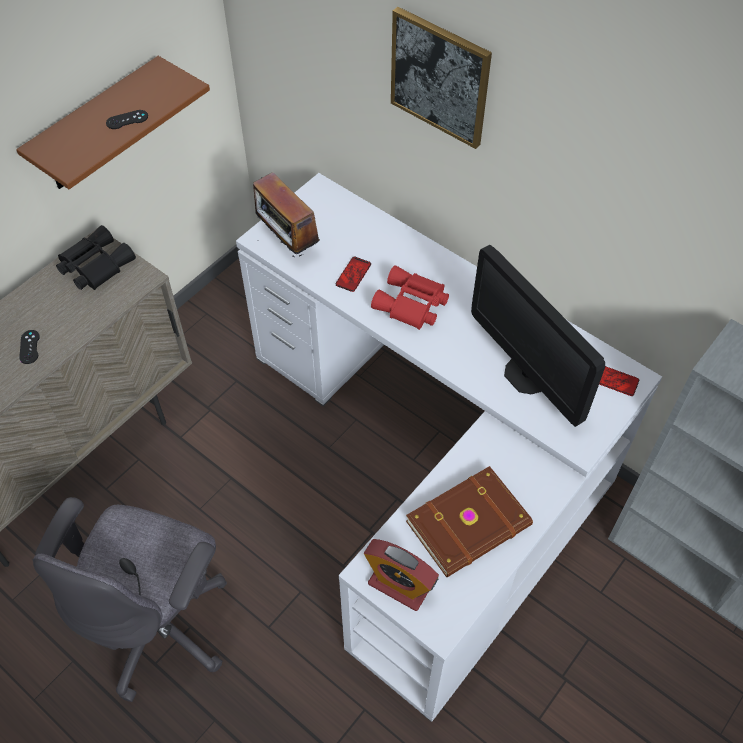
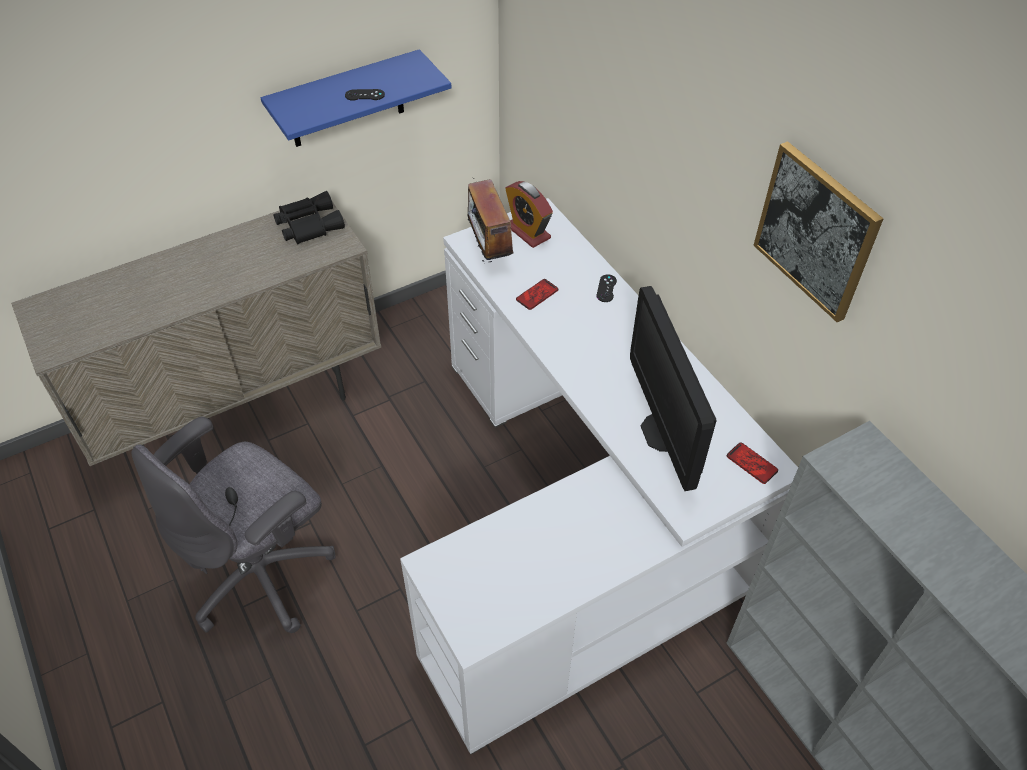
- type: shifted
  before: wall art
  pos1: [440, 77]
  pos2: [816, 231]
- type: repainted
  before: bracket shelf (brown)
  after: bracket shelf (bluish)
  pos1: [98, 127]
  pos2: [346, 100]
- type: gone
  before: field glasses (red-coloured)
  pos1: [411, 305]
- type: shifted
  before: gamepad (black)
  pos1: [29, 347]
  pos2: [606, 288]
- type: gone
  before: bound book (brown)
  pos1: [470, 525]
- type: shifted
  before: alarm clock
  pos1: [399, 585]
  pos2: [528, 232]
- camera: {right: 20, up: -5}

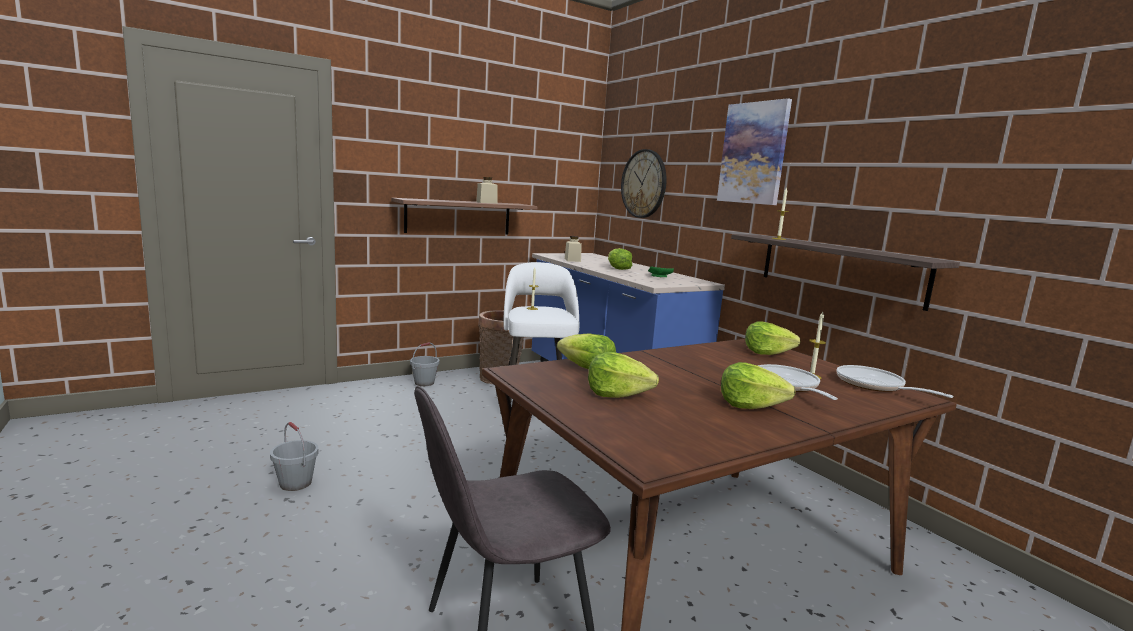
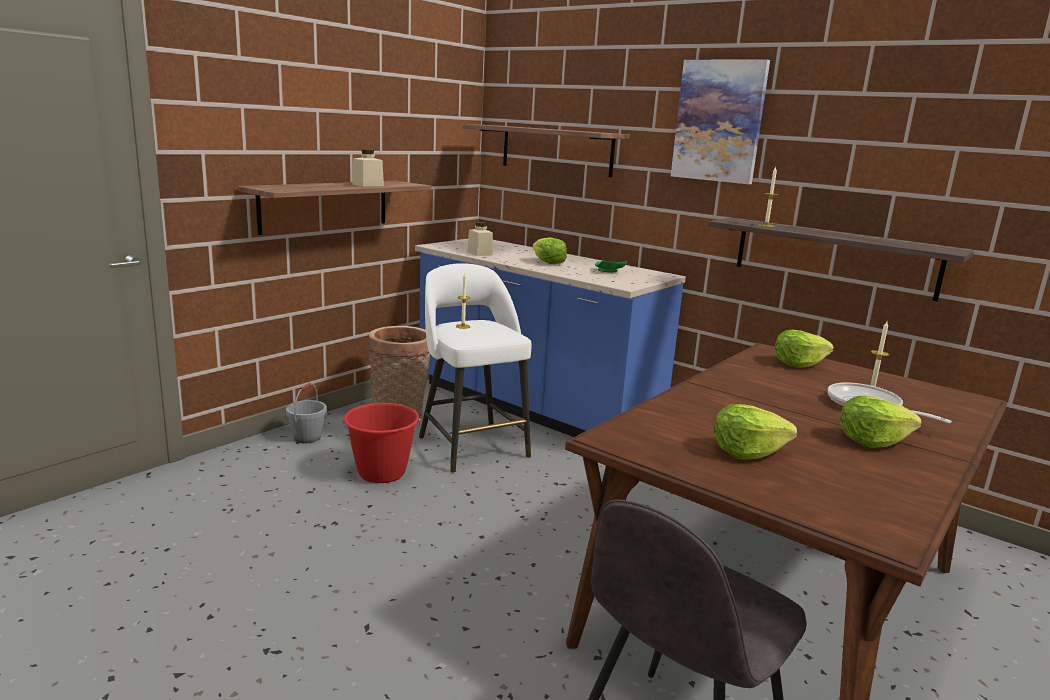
- type: swapped
  before: wall clock
  after: bracket shelf
  pos1: [644, 184]
  pos2: [556, 150]
- type: gone
  before: head of lettuce
  pos1: [587, 368]
- type: gone
  before: skillet
  pos1: [874, 386]
- type: gone
  before: pail (greyish)
  pos1: [296, 483]
- type: new
  after: pail (red-coloured)
  pos2: [381, 473]
- camera: {right: -20, up: 5}

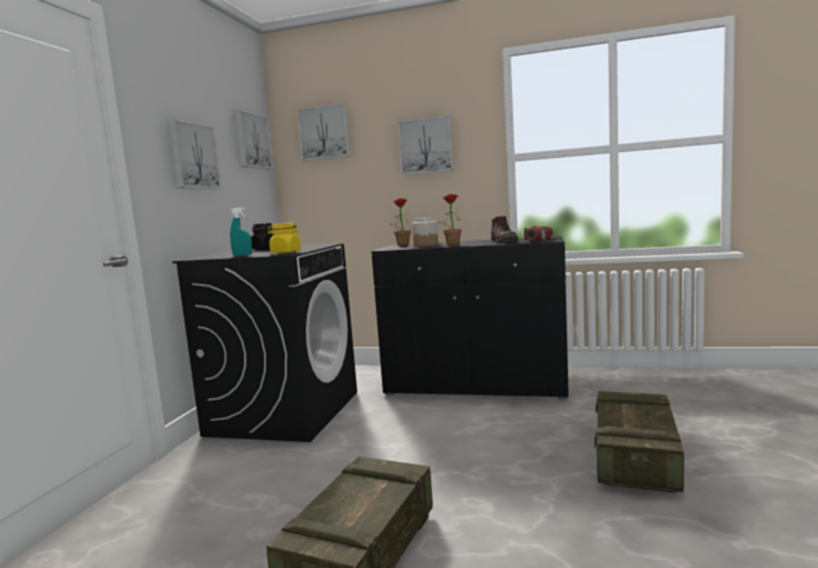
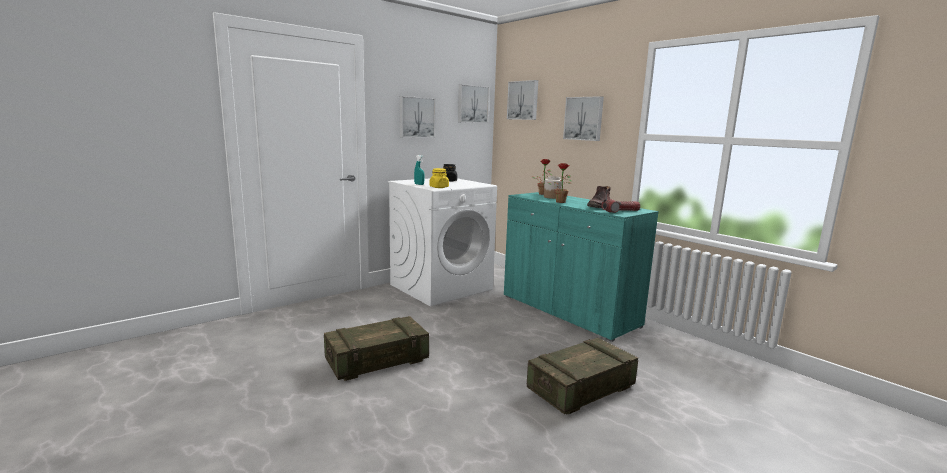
- type: repainted
  before: storage cabinet (black)
  after: storage cabinet (turquoise-coloured)
  pos1: [476, 385]
  pos2: [568, 311]
- type: repainted
  before: laundry appliance (black)
  after: laundry appliance (white-coloured)
  pos1: [285, 412]
  pos2: [441, 287]
- camera: {right: 35, up: 5}

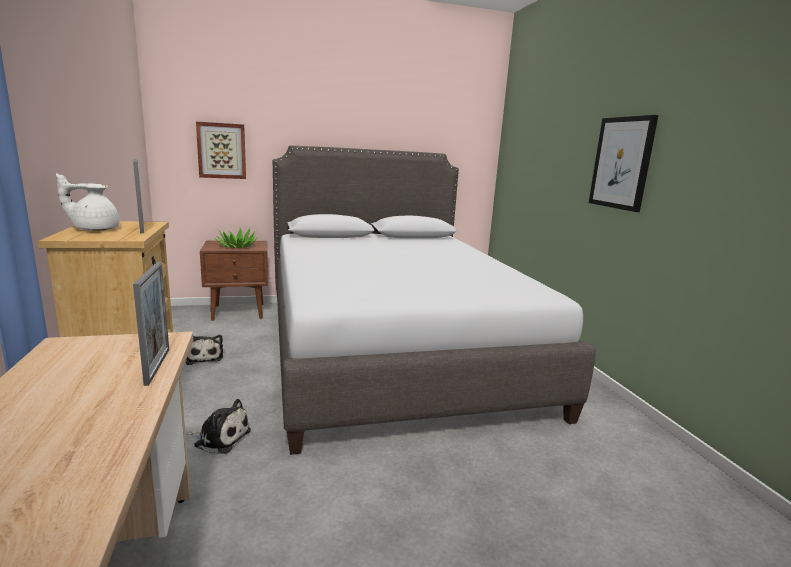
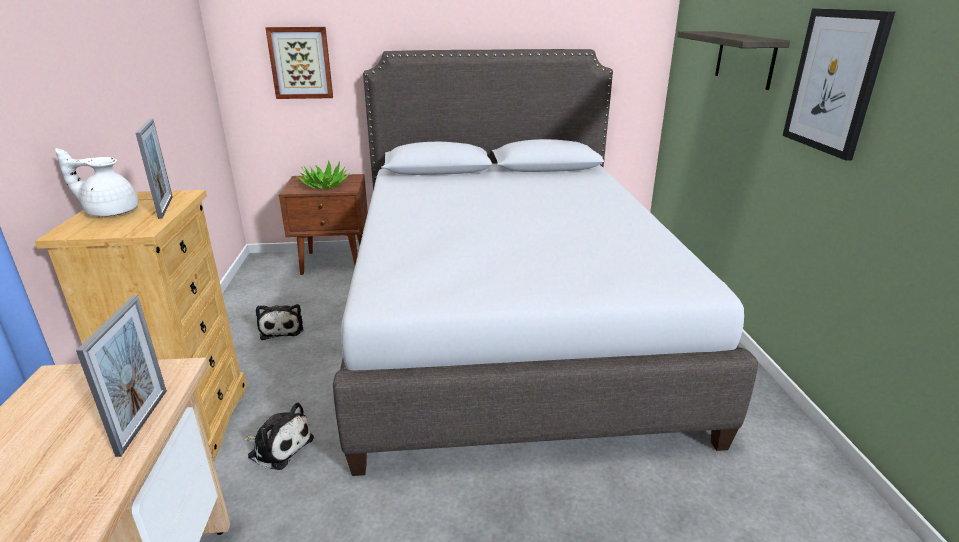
- type: new
  after: bracket shelf
  pos2: [744, 59]
- camera: {right: 10, up: 10}

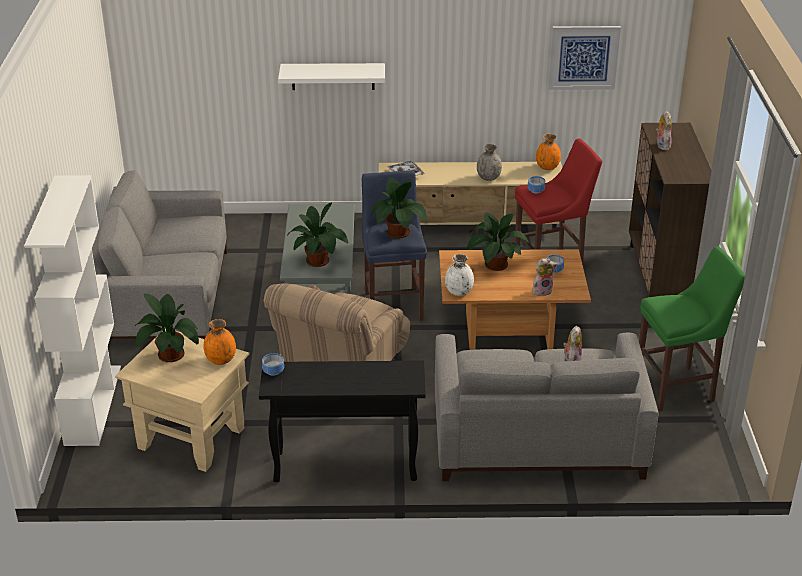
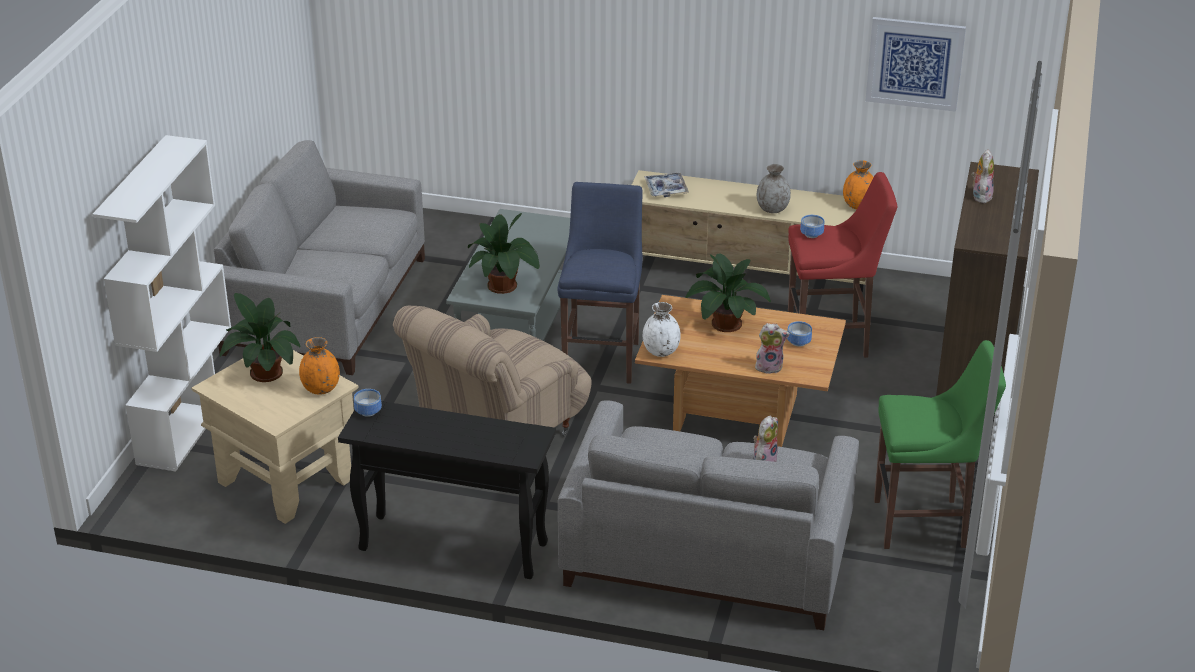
- type: gone
  before: bracket shelf (white-coloured)
  pos1: [333, 76]
- type: gone
  before: houseplant
  pos1: [398, 233]
- camera: {right: 15, up: 0}

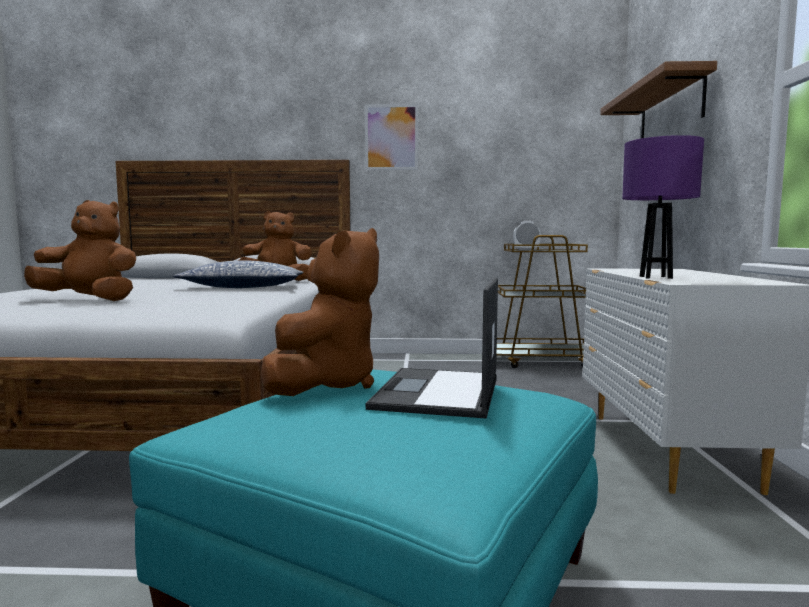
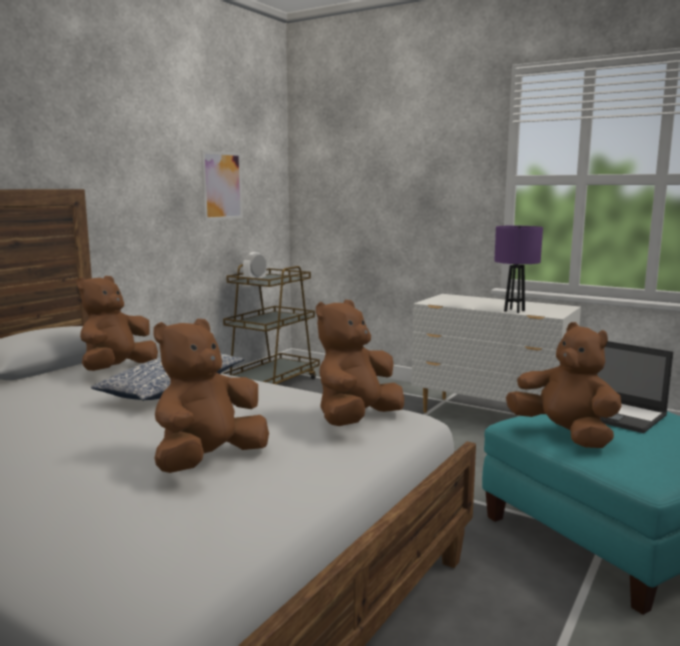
- type: gone
  before: bracket shelf
  pos1: [670, 110]
- type: shifted
  before: wall art
  pos1: [391, 137]
  pos2: [222, 185]
- type: new
  after: plush toy (brown)
  pos2: [356, 420]
- camera: {right: -60, up: 5}

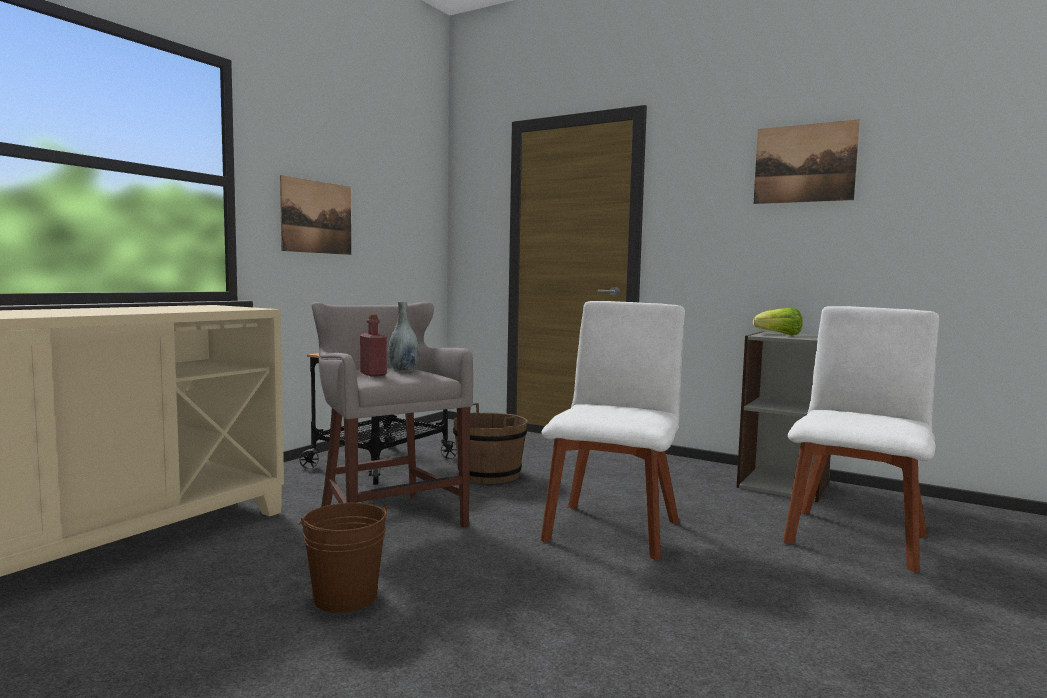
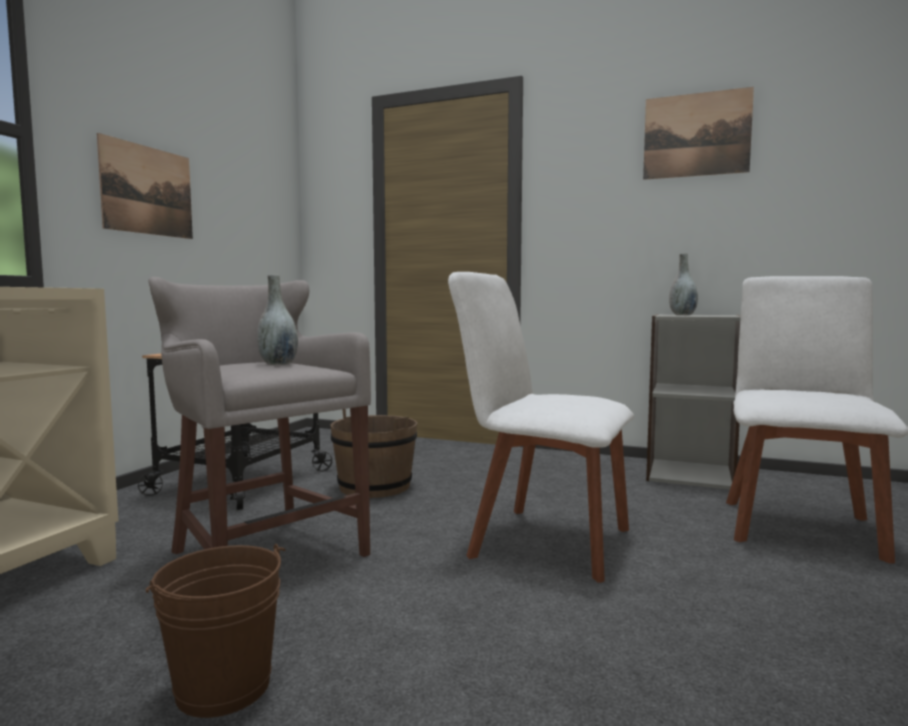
- type: rotated
  before: chair (white-coloured)
  pos1: [613, 528]
  pos2: [542, 540]
  turn: -75
- type: swapped
  before: head of lettuce
  after: vase (greyish)
  pos1: [779, 334]
  pos2: [682, 315]
- type: gone
  before: beverage bottle (red-coloured)
  pos1: [373, 374]
- camera: {right: -10, up: 0}

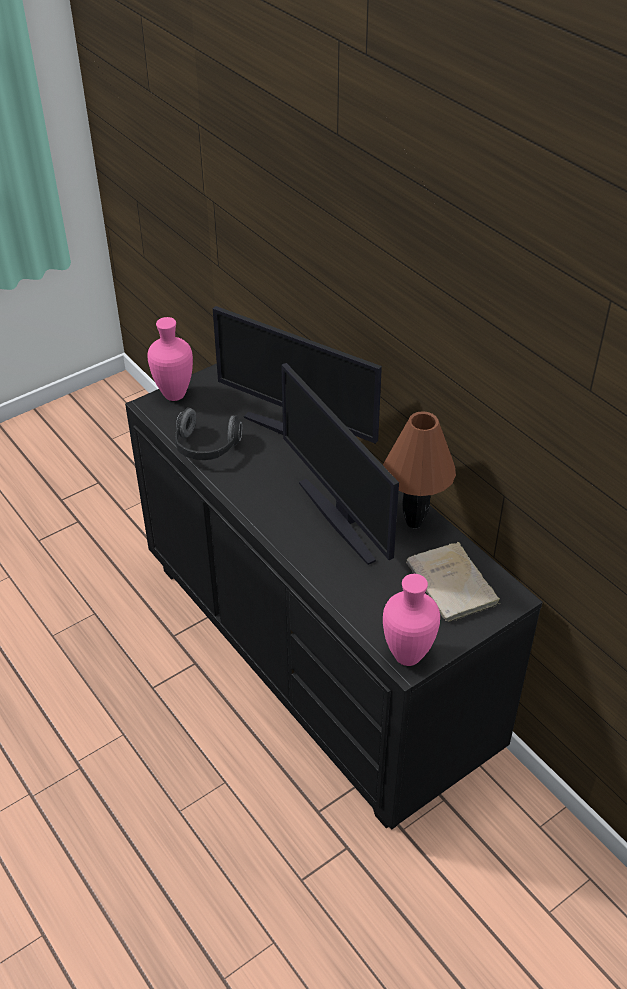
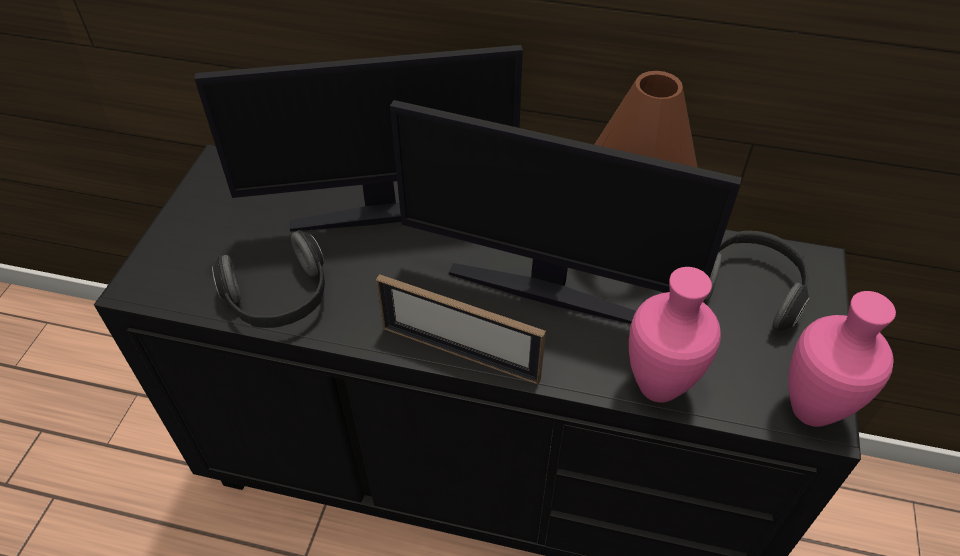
- type: shifted
  before: vase (pinkish)
  pos1: [175, 394]
  pos2: [658, 385]
- type: swapped
  before: bound book (sand-coloured)
  after: headphones
  pos1: [453, 586]
  pos2: [750, 289]
- type: new
  after: photo frame
  pos2: [460, 353]
- camera: {right: -40, up: 5}

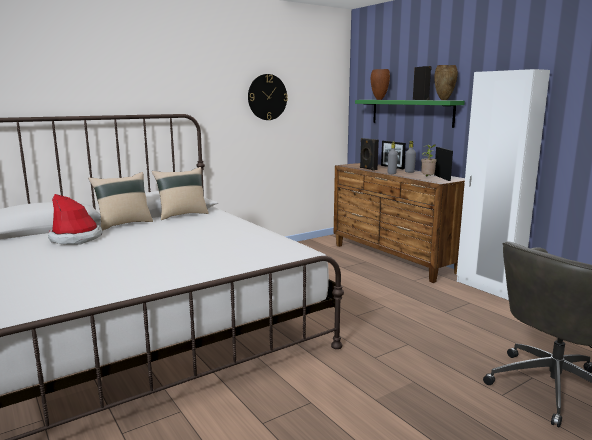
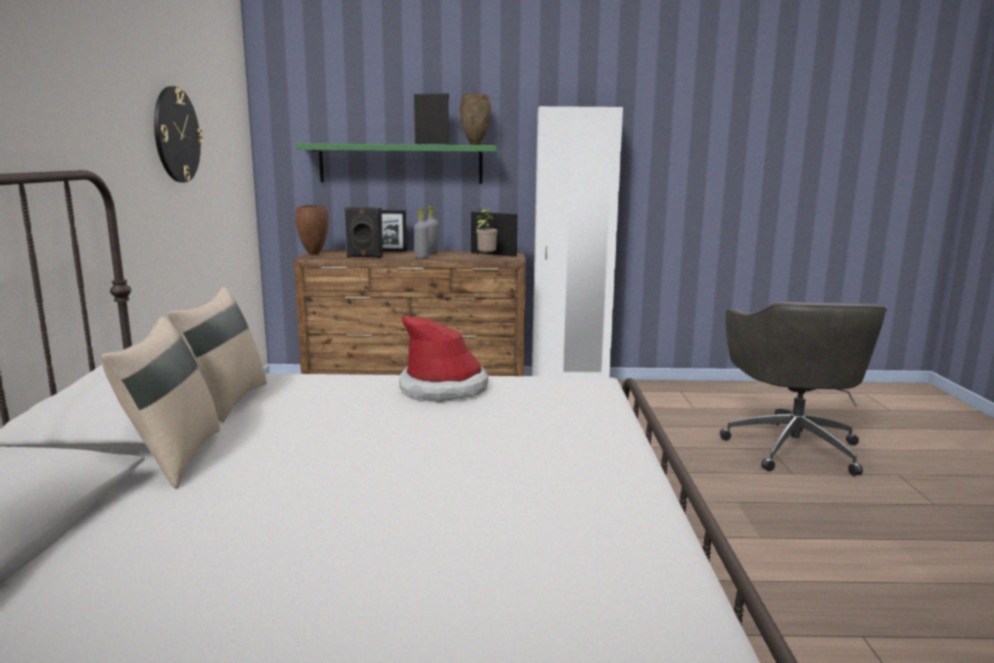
- type: shifted
  before: vase (brown)
  pos1: [379, 99]
  pos2: [313, 254]
- type: shifted
  before: wearable hat
  pos1: [76, 238]
  pos2: [444, 388]
- camera: {right: -55, up: 0}

